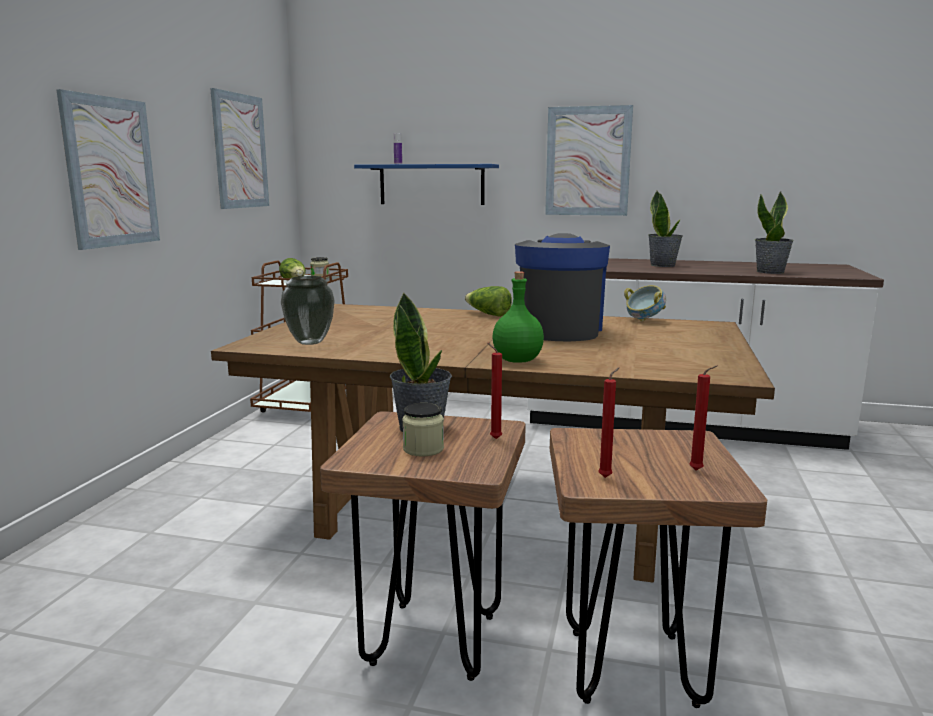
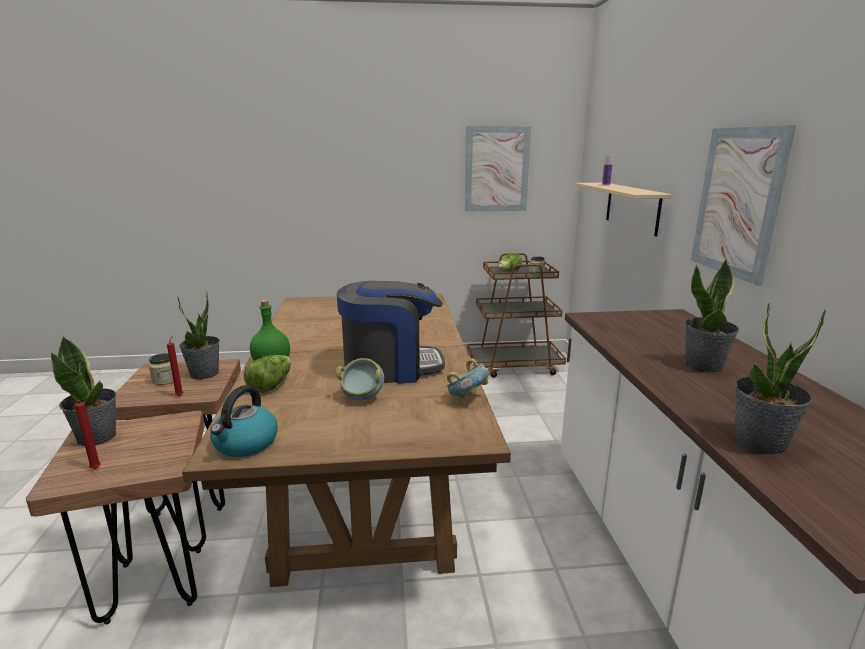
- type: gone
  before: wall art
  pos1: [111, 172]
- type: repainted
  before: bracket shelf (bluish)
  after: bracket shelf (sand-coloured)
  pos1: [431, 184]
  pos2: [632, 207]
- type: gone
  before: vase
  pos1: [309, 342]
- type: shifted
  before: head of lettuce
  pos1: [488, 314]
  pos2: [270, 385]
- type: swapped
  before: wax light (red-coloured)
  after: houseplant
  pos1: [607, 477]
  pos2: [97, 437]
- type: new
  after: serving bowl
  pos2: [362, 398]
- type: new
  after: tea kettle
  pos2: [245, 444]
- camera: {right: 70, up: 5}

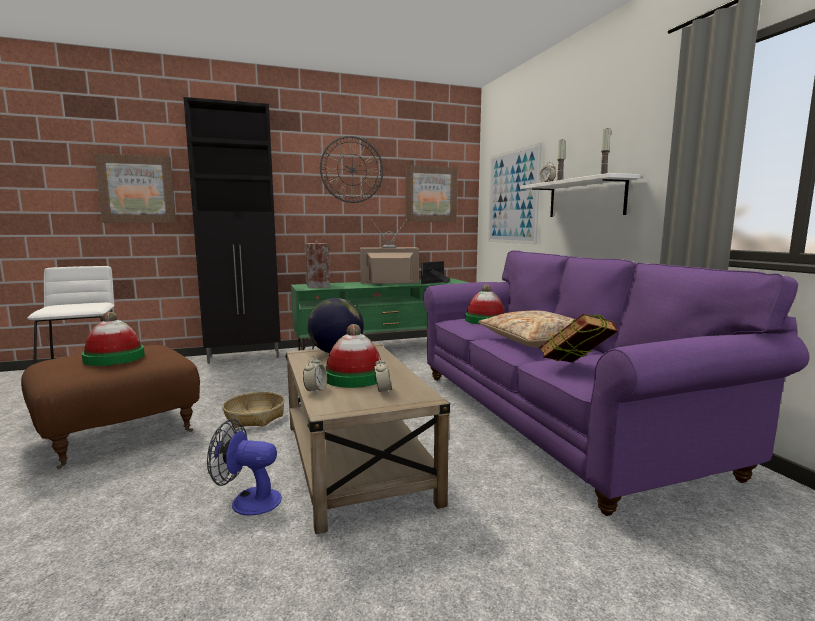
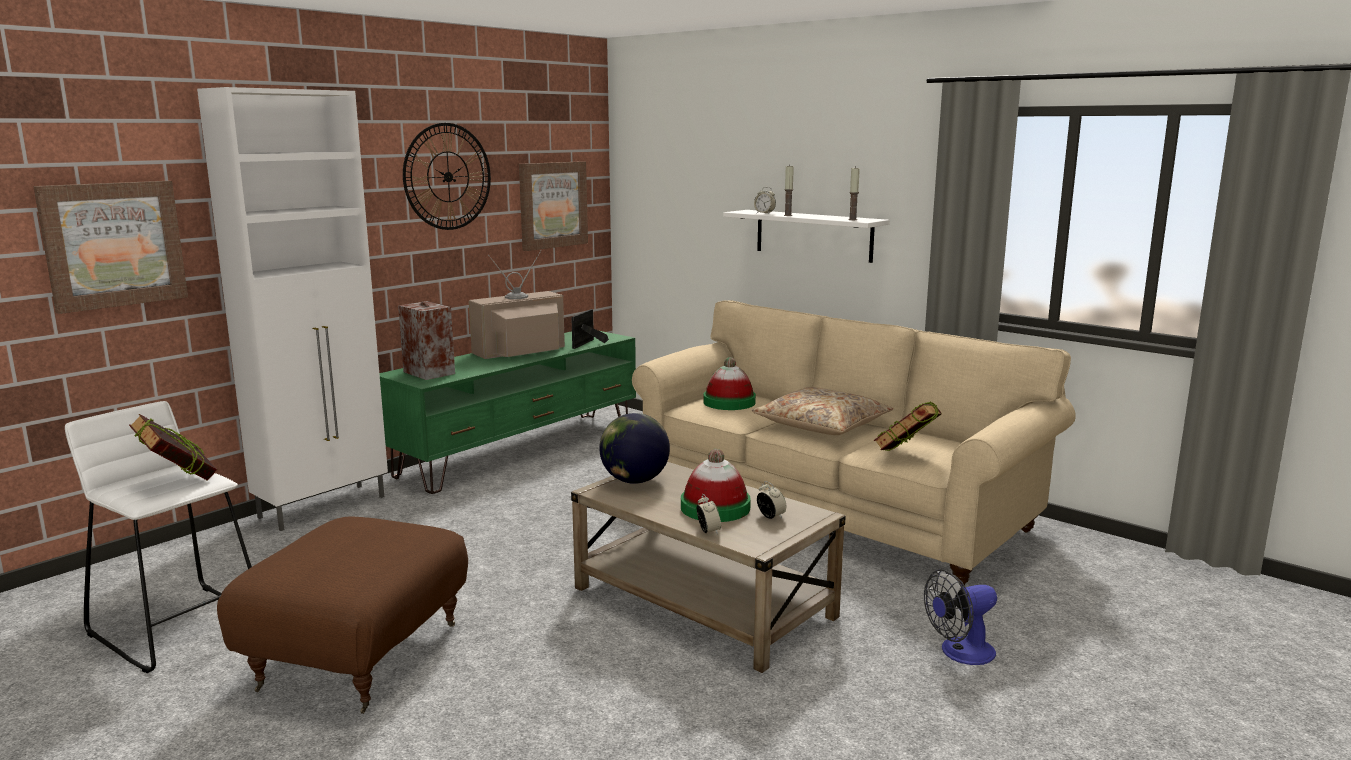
- type: repainted
  before: storage cabinet (black)
  after: storage cabinet (white-coloured)
  pos1: [245, 356]
  pos2: [325, 507]
- type: gone
  before: wall art
  pos1: [512, 197]
- type: repainted
  before: settee (purple)
  after: settee (sand-coloured)
  pos1: [551, 418]
  pos2: [832, 508]
- type: gone
  before: wearable hat
  pos1: [114, 358]
- type: gone
  before: storage basket
  pos1: [255, 417]
- type: shifted
  before: cooling fan
  pos1: [248, 501]
  pos2: [960, 653]
- type: new
  after: bound book
  pos2: [178, 481]
- camera: {right: -30, up: 5}

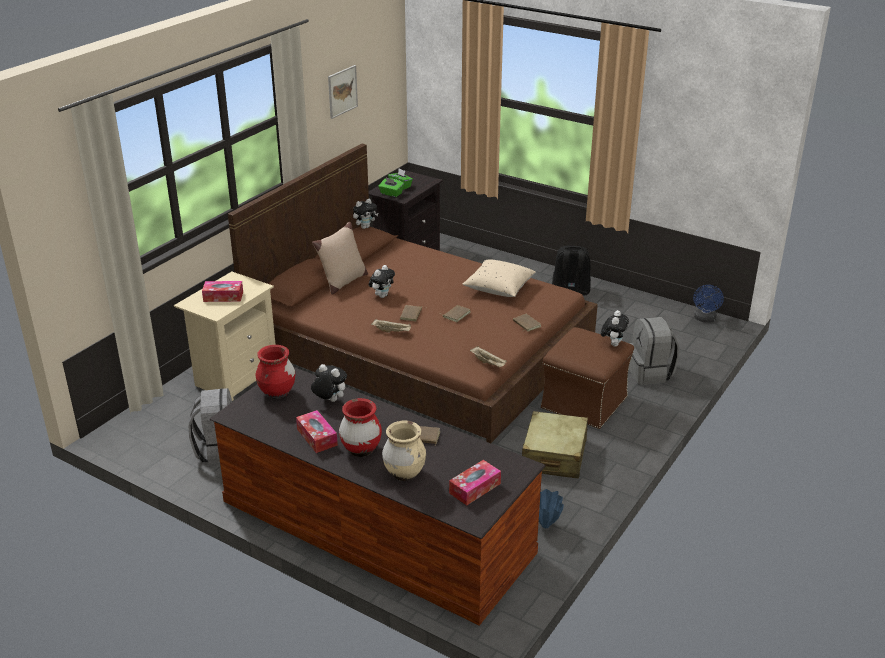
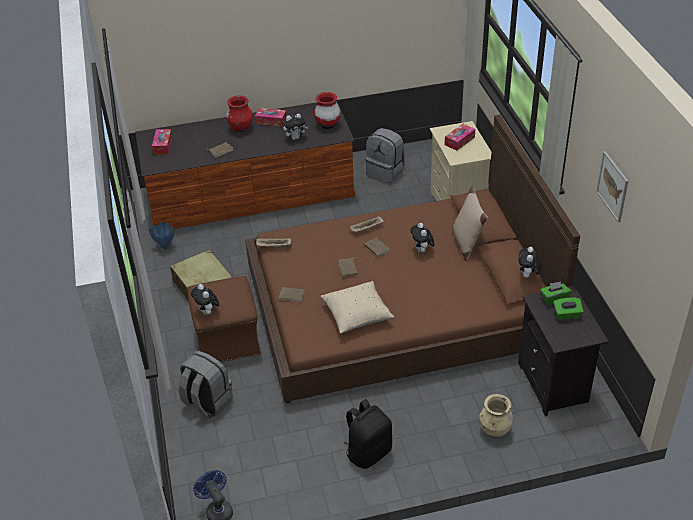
- type: shifted
  before: vase (sand-coloured)
  pos1: [404, 473]
  pos2: [495, 430]
- camera: {right: 135, up: 10}

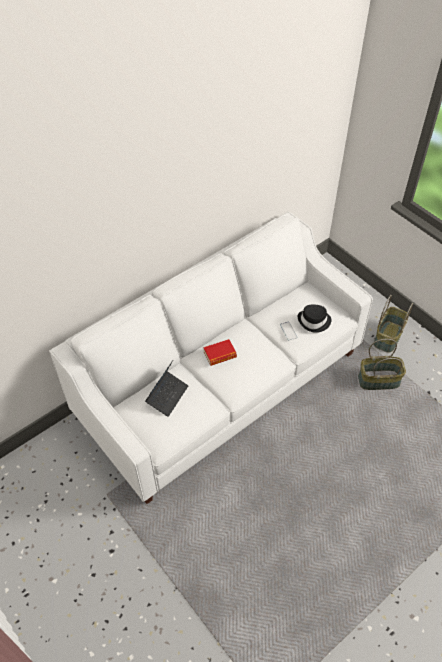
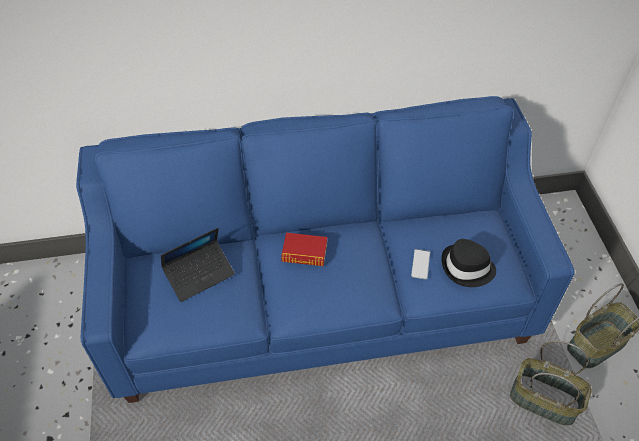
- type: repainted
  before: settee (white-coloured)
  after: settee (bluish)
  pos1: [221, 385]
  pos2: [320, 298]
- camera: {right: 30, up: 0}

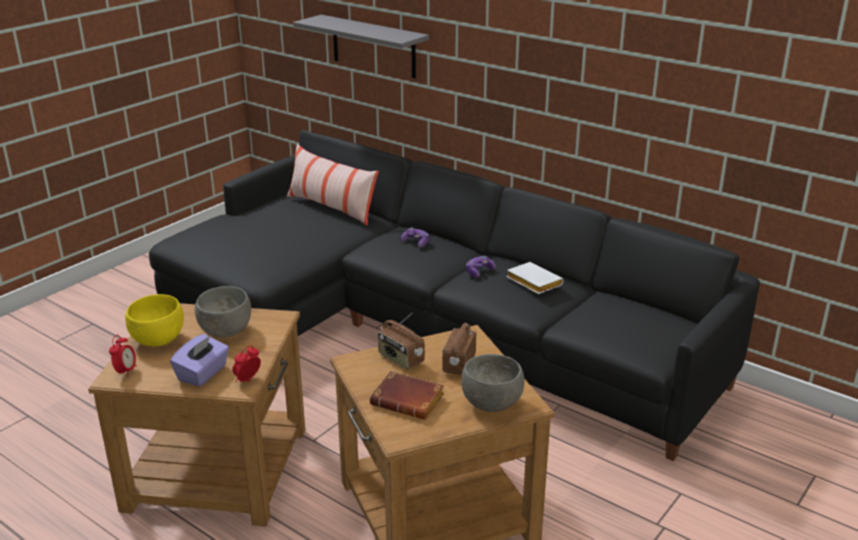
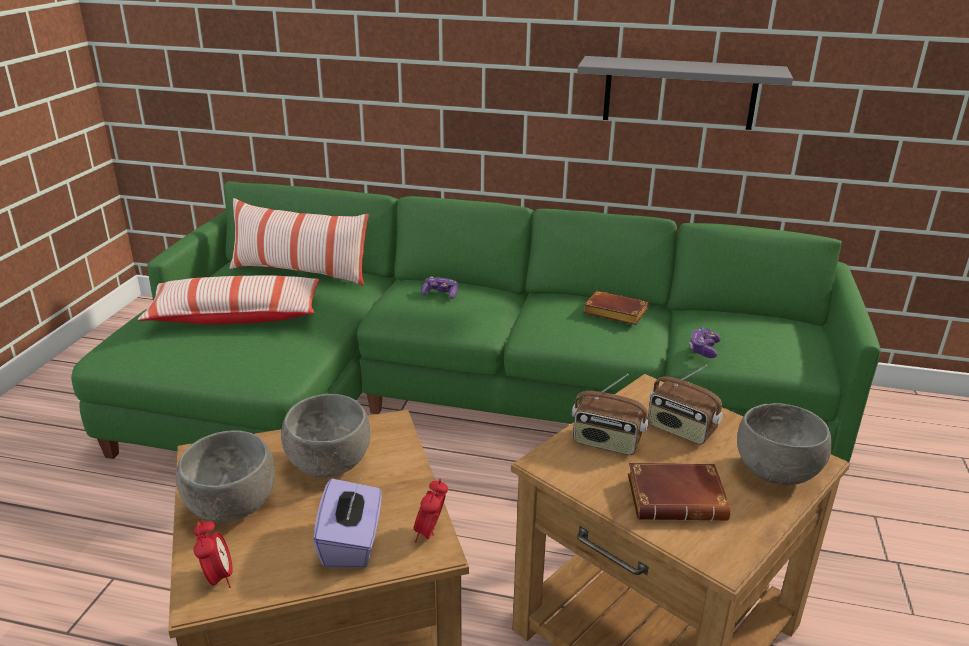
- type: shifted
  before: bracket shelf (greyish)
  pos1: [373, 46]
  pos2: [679, 93]
- type: repainted
  before: settee (black)
  after: settee (green)
  pos1: [421, 326]
  pos2: [453, 396]
- type: shifted
  before: gamepad
  pos1: [479, 271]
  pos2: [703, 349]
- type: repainted
  before: bound book (white-coloured)
  after: bound book (brown)
  pos1: [532, 282]
  pos2: [613, 313]
- type: repainted
  before: serving bowl (yellow)
  after: serving bowl (greyish)
  pos1: [157, 340]
  pos2: [230, 507]
- type: rotated
  before: radio set
  pos1: [458, 364]
  pos2: [680, 430]
  turn: -45
- type: new
  after: pillow
  pos2: [236, 316]
- camera: {right: -25, up: 0}

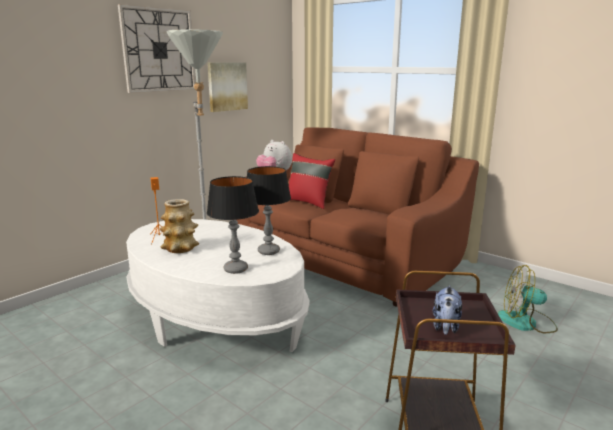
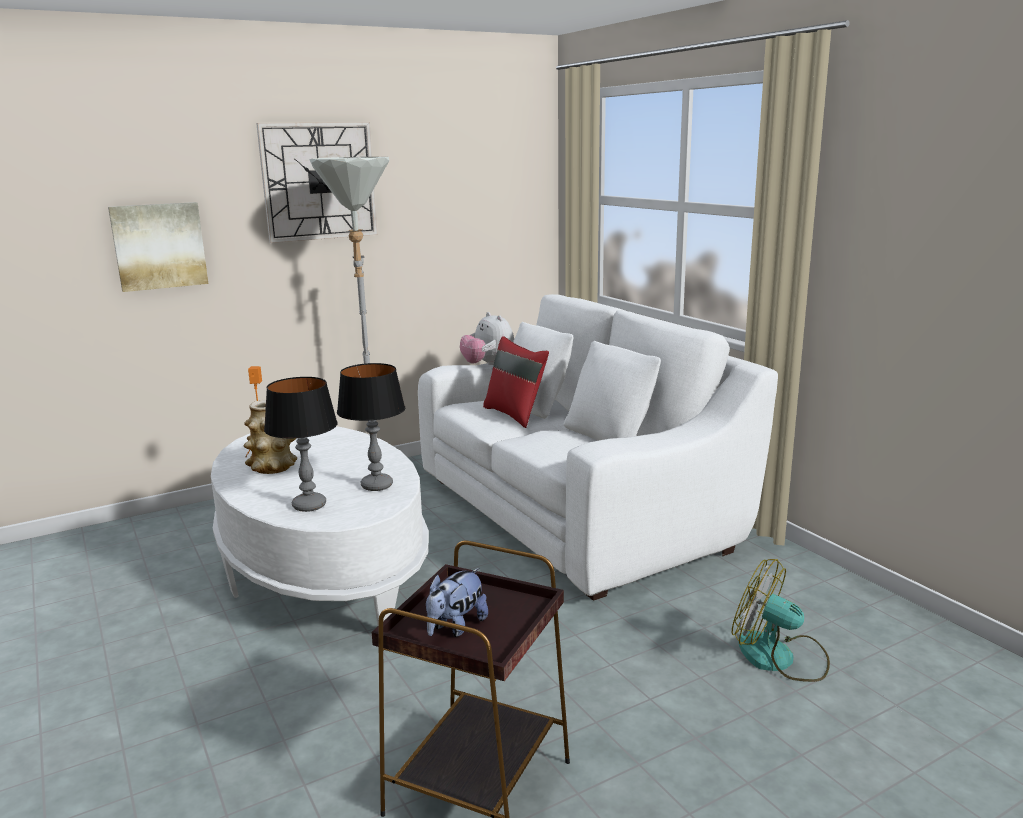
- type: shifted
  before: wall art
  pos1: [227, 86]
  pos2: [159, 246]
- type: repainted
  before: settee (brown)
  after: settee (white-coloured)
  pos1: [346, 260]
  pos2: [574, 511]
- camera: {right: 20, up: 0}

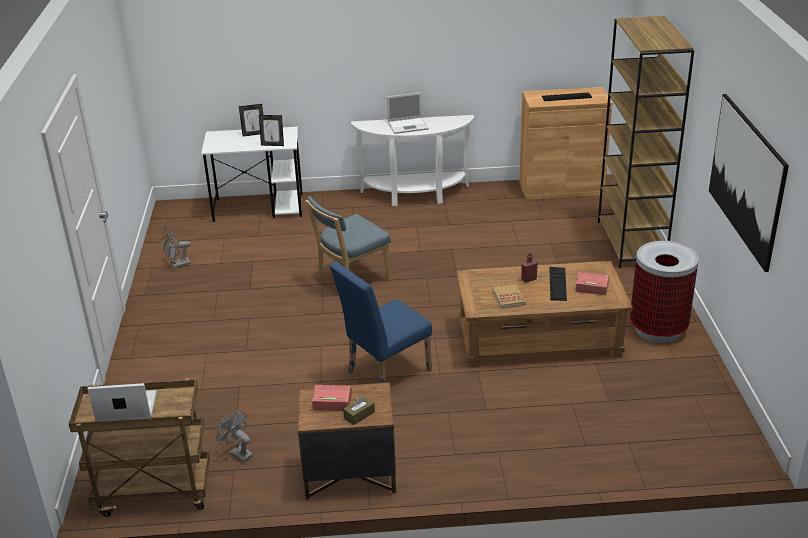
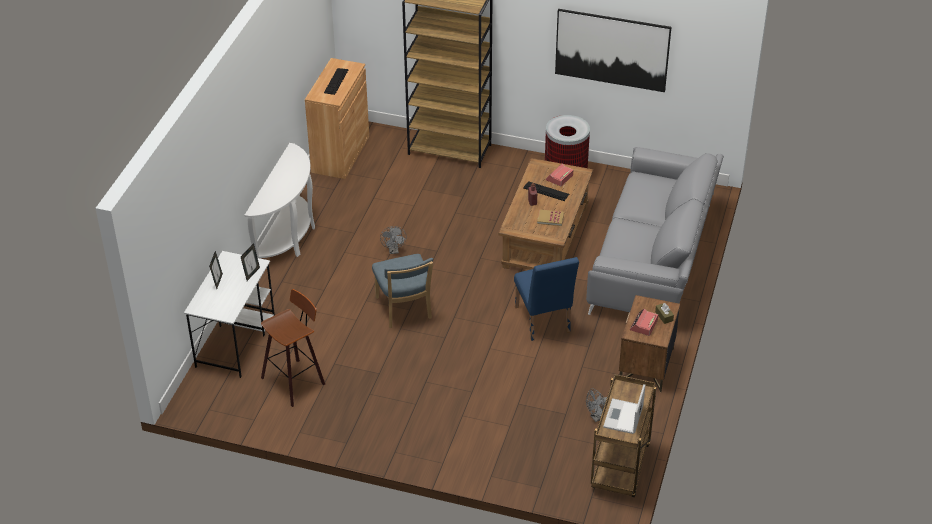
- type: gone
  before: laptop
  pos1: [408, 126]
- type: shifted
  before: cooling fan (greyish)
  pos1: [178, 265]
  pos2: [394, 250]
- type: new
  after: settee (greyish)
  pos2: [654, 258]
- type: new
  after: stool
  pos2: [295, 380]
- camera: {right: -70, up: 10}

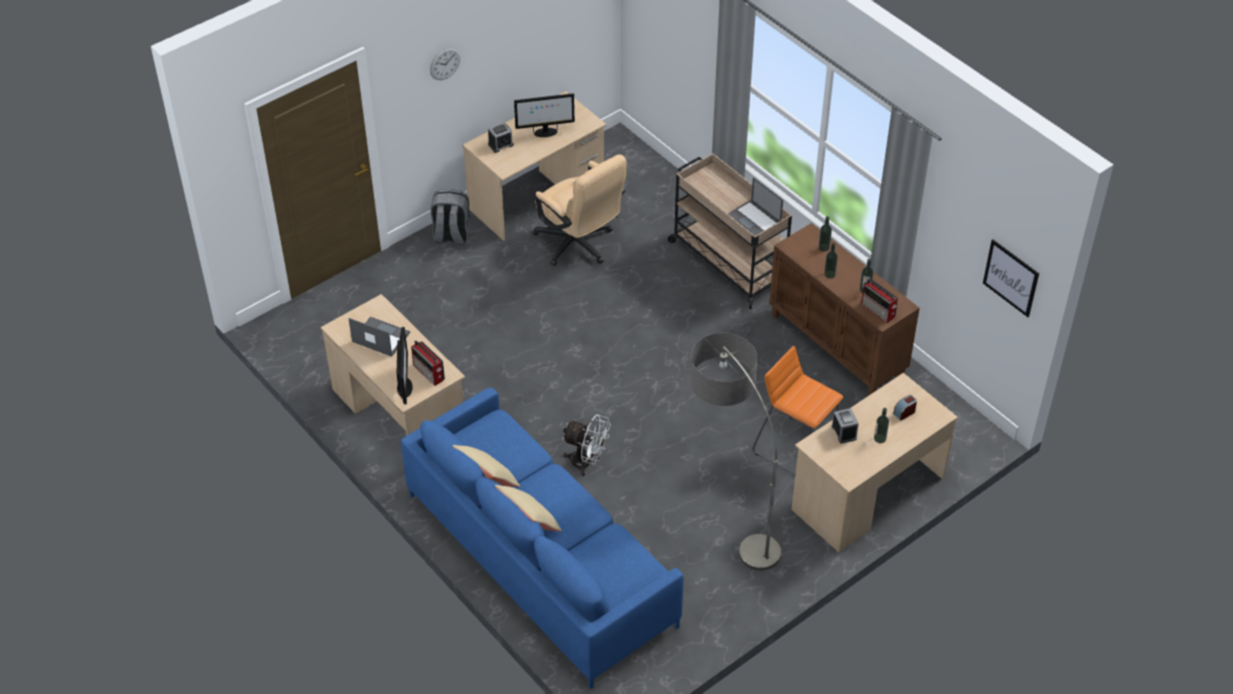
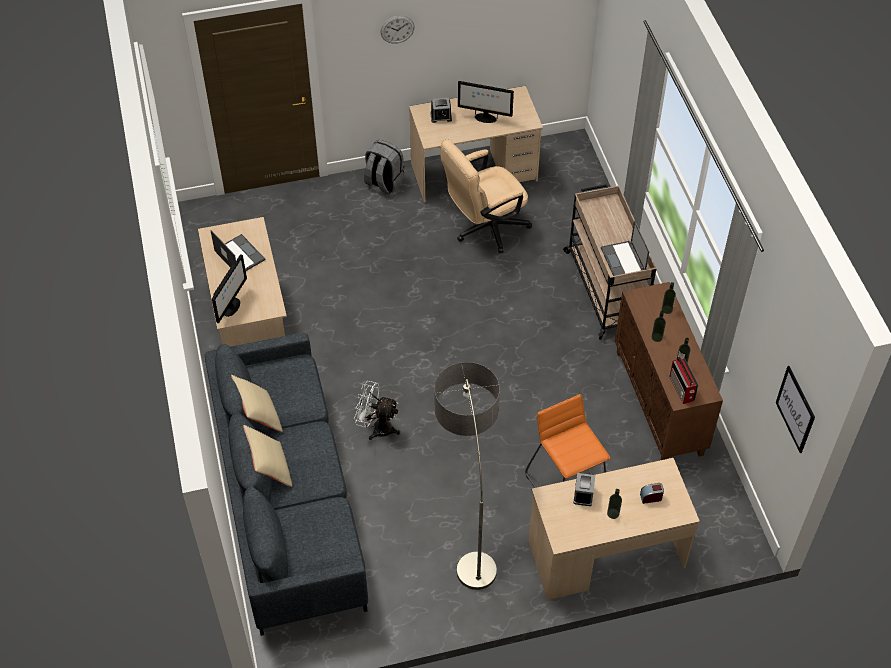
- type: rotated
  before: desk chair (sand-coloured)
  pos1: [579, 246]
  pos2: [484, 228]
  turn: 75
- type: gone
  before: radio set
  pos1: [429, 373]
- type: repainted
  before: settee (bluish)
  after: settee (greyish)
  pos1: [541, 559]
  pos2: [288, 500]
- type: rotated
  before: cooling fan (white-coloured)
  pos1: [586, 463]
  pos2: [377, 427]
  turn: 150
- camera: {right: 25, up: 5}

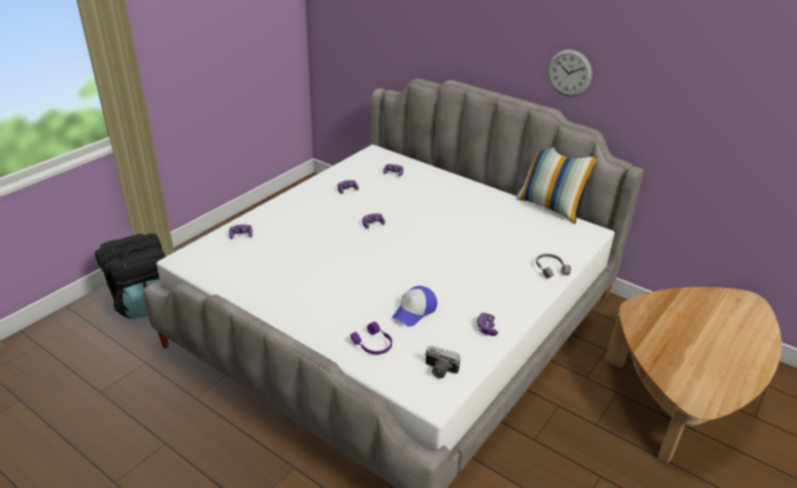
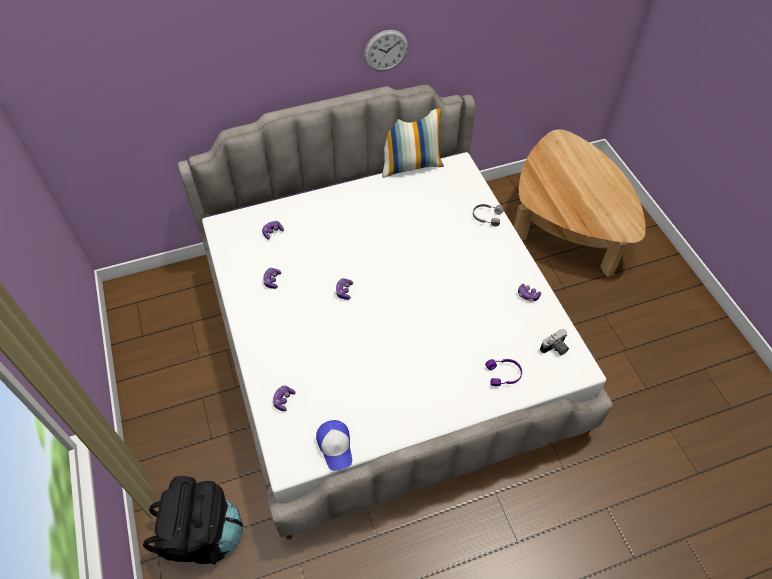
- type: shifted
  before: cap
  pos1: [415, 311]
  pos2: [335, 446]
- camera: {right: -55, up: 20}

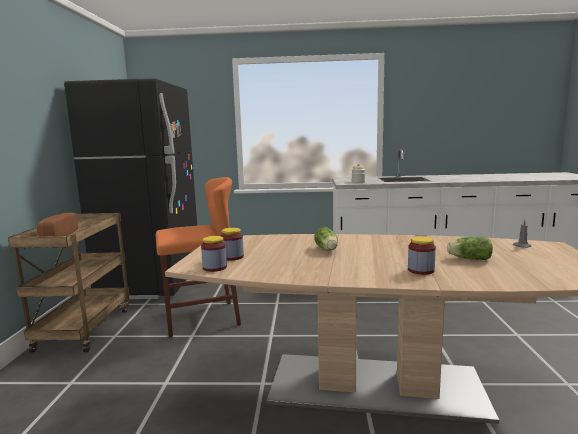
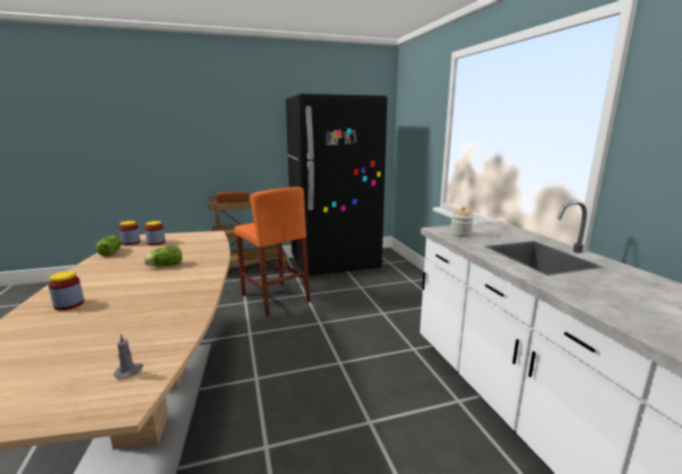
- type: shifted
  before: head of lettuce
  pos1: [468, 258]
  pos2: [112, 252]
- camera: {right: 70, up: 5}

